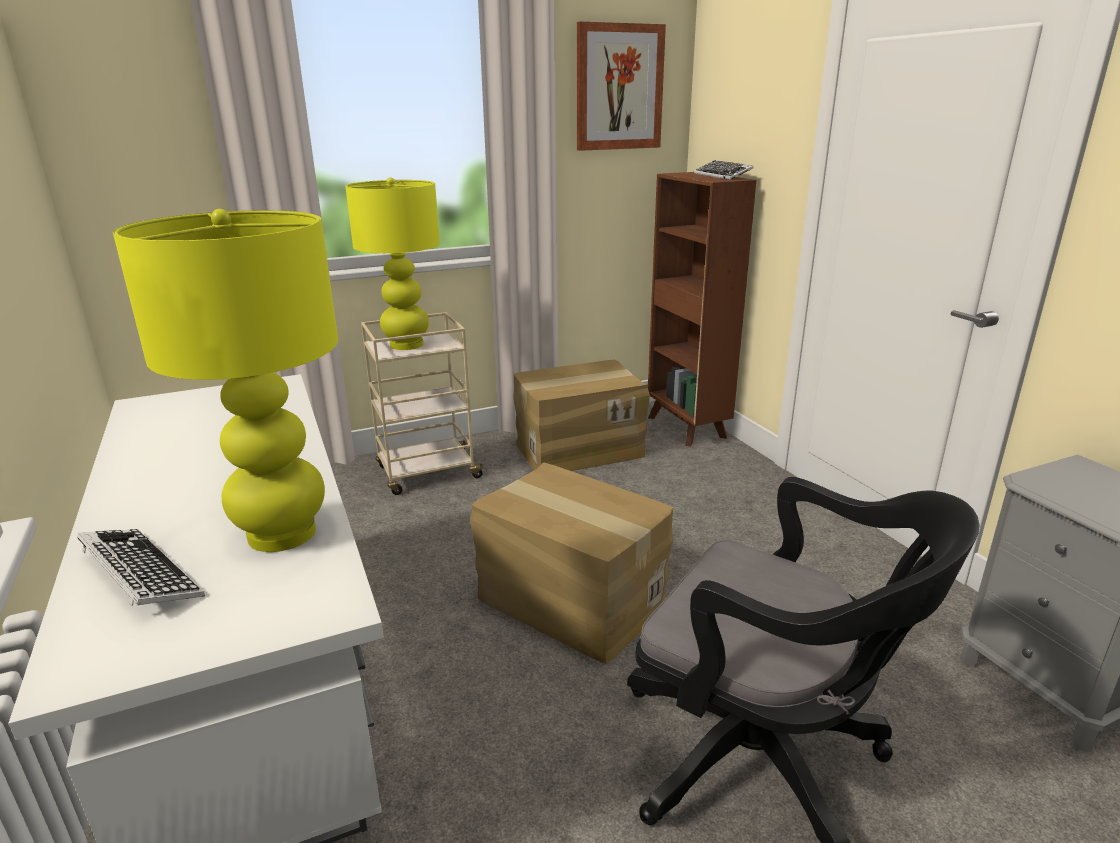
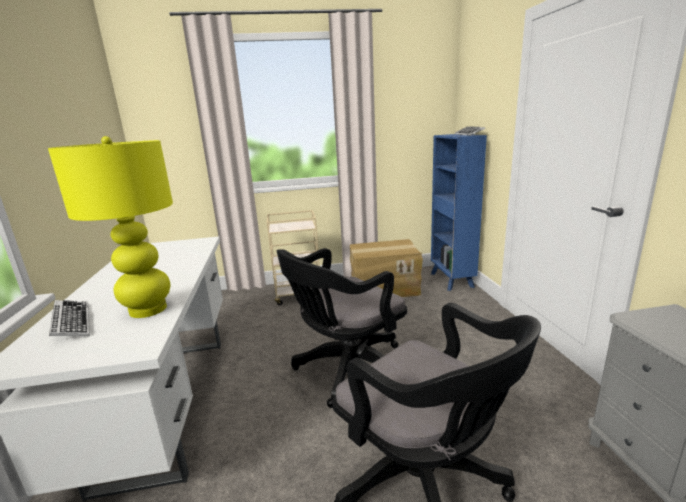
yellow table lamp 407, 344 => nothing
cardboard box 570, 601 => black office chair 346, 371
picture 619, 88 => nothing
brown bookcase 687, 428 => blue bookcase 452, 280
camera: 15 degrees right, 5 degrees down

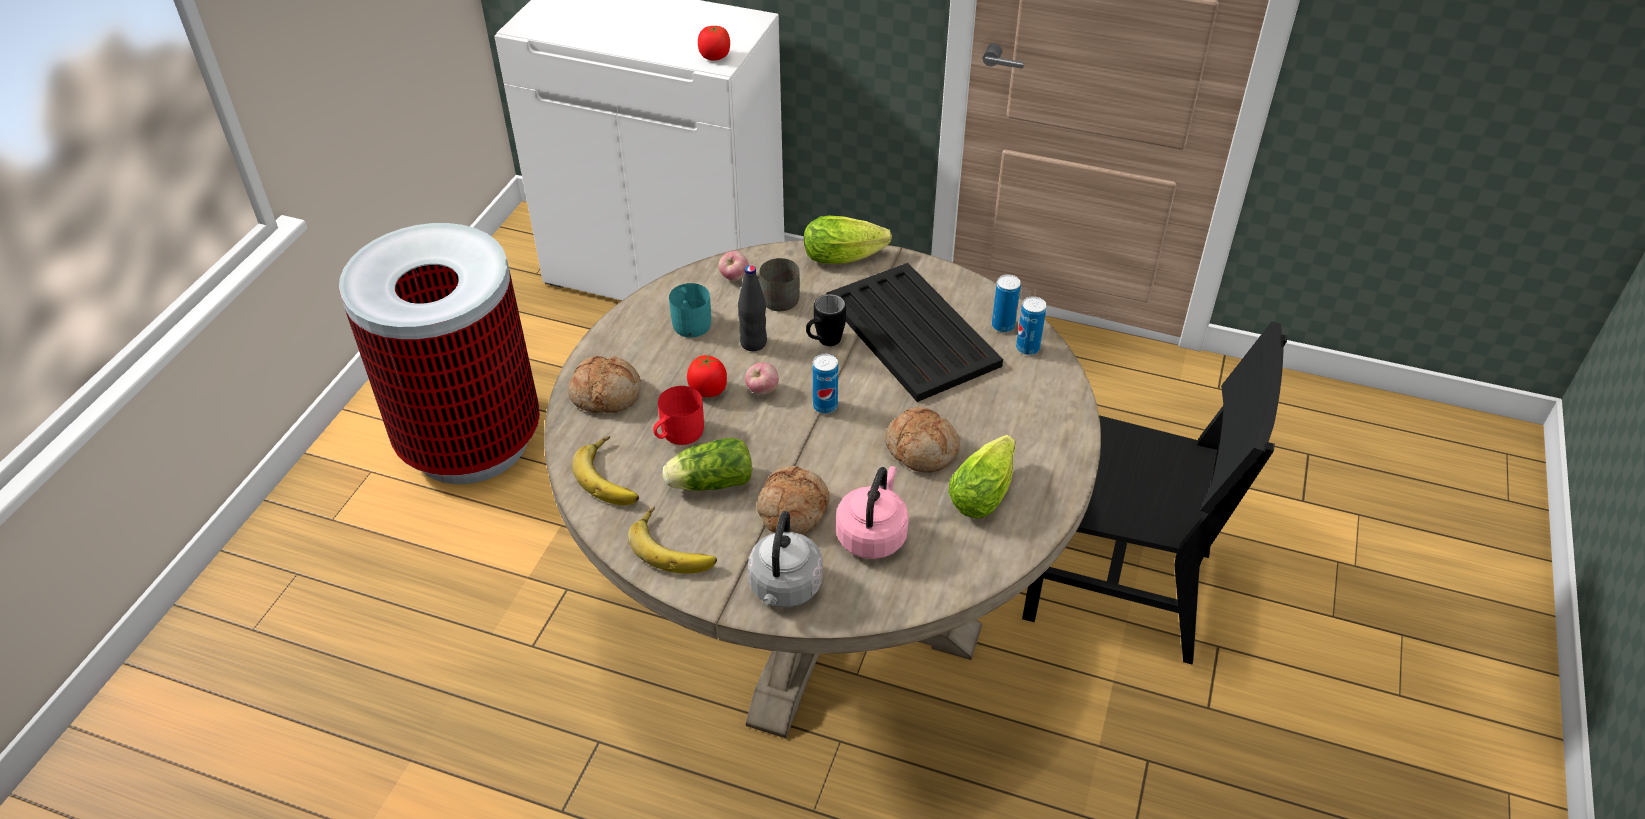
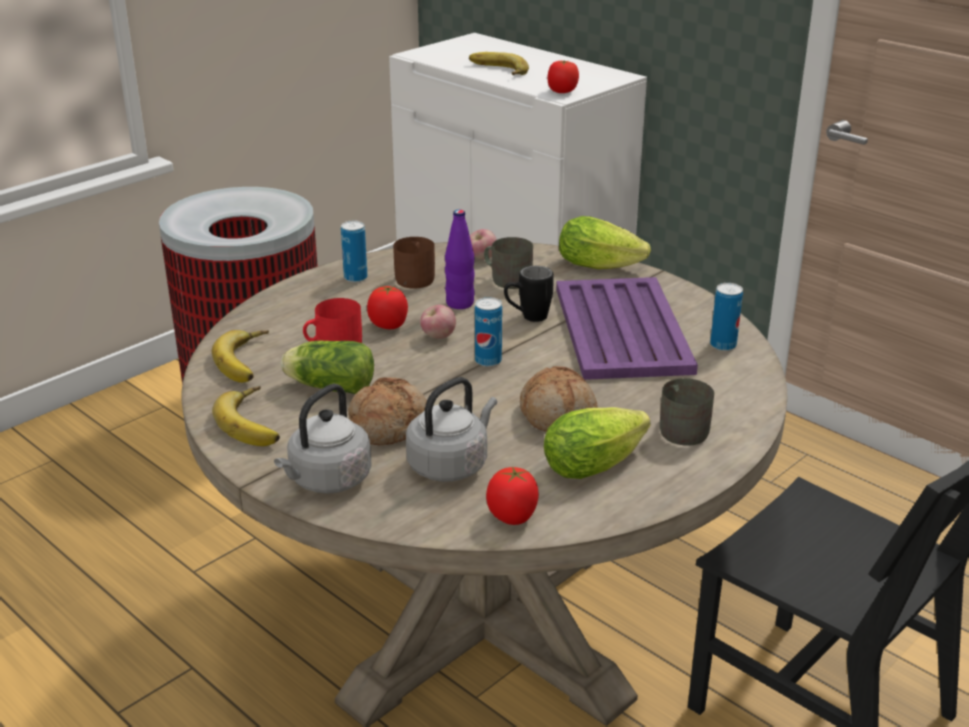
bread 606, 393 => nothing
turquoise mug 691, 321 => brown mug 417, 277
black bottle 753, 343 => purple bottle 460, 303
black tray 911, 331 => purple tray 622, 328
pink kettle 873, 534 => grey kettle 451, 464
can 1027, 348 => can 355, 278, move
nothing => banana 497, 70
nothing => tomato 512, 516
nothing => grey mug 682, 428
camera: 25 degrees right, 15 degrees down

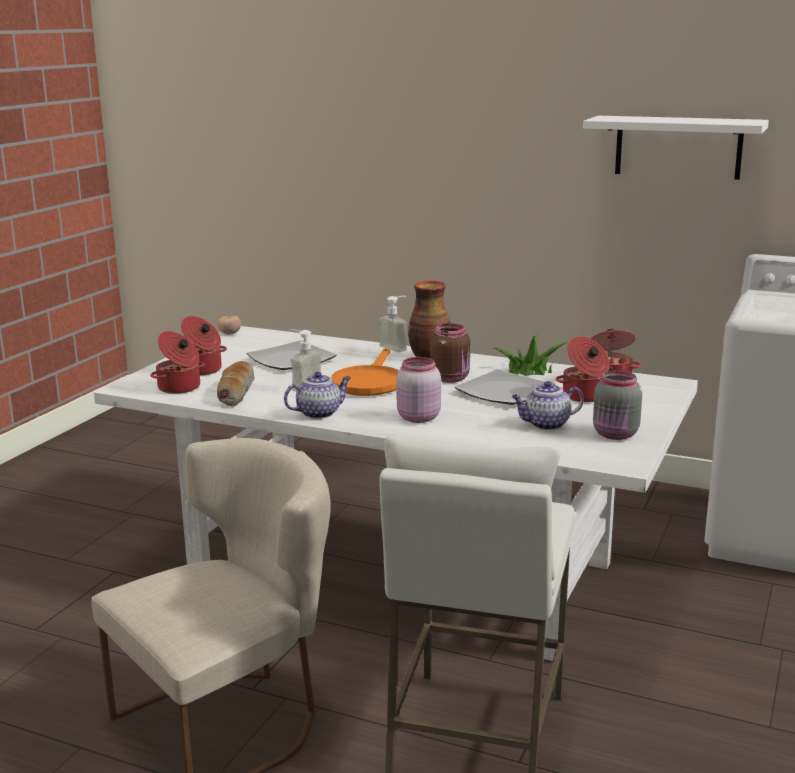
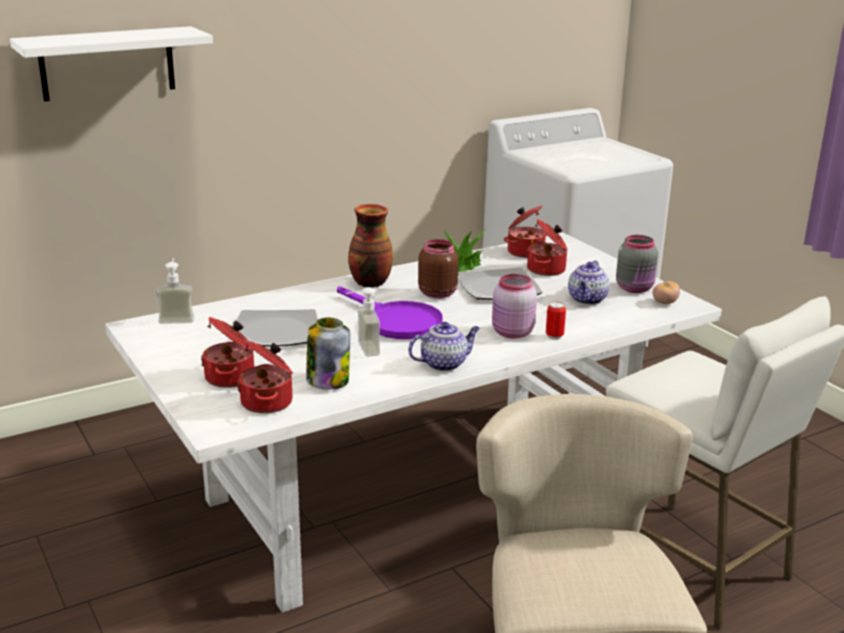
tomato 229, 334 => tomato 664, 303, move
bread 235, 392 => jar 327, 380
teapot 319, 413 => teapot 444, 363, 60 degrees clockwise
orange frying pan 369, 382 => purple frying pan 395, 322
soap dispenser 397, 347 => soap dispenser 177, 318, move
white shelf 678, 147 => white shelf 107, 63, move
nothing => can 554, 336
camera: 55 degrees left, 5 degrees up

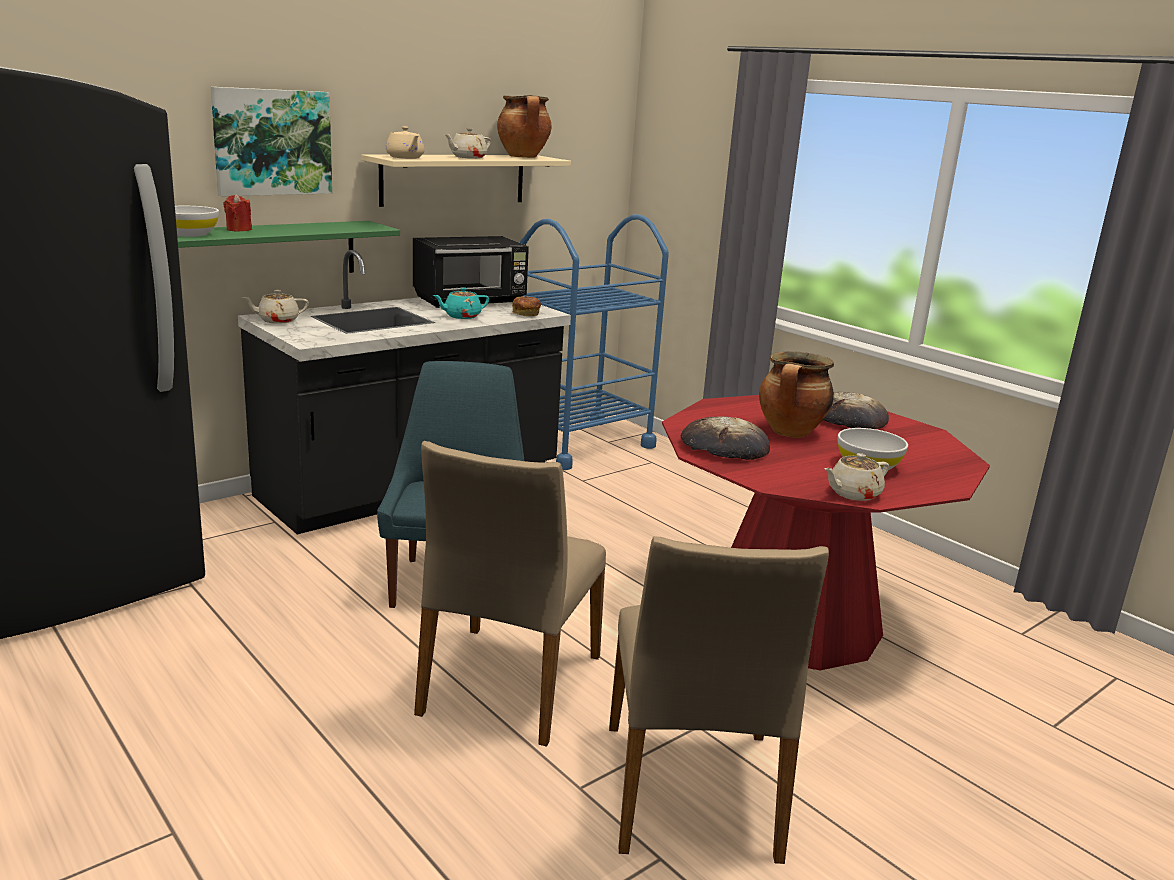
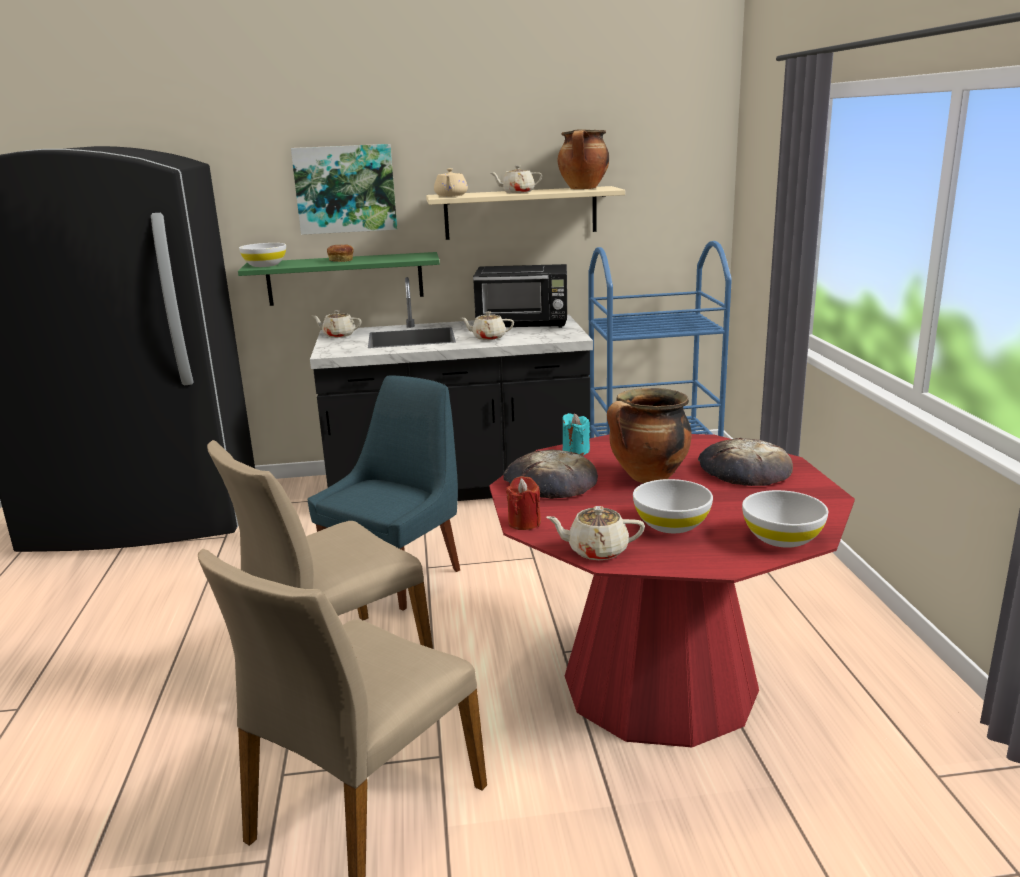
red candle 239, 229 => red candle 524, 523, move
turquoise teapot 461, 316 => beige teapot 488, 337
bread 526, 314 => bread 340, 260, move
nothing => turquoise candle 576, 451
nothing => white bowl 781, 538
camera: 35 degrees right, 0 degrees up

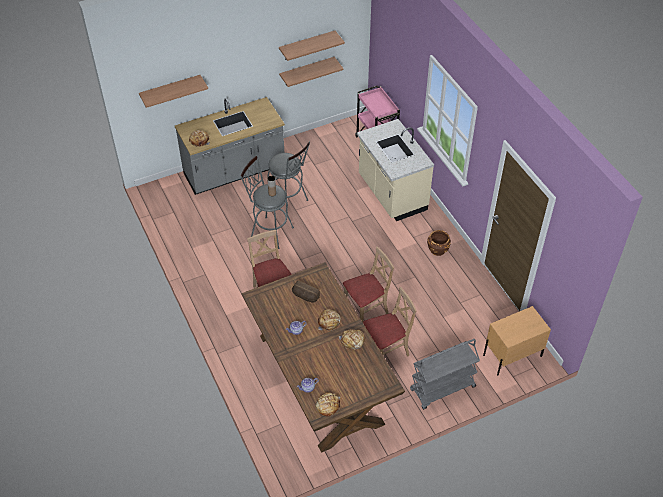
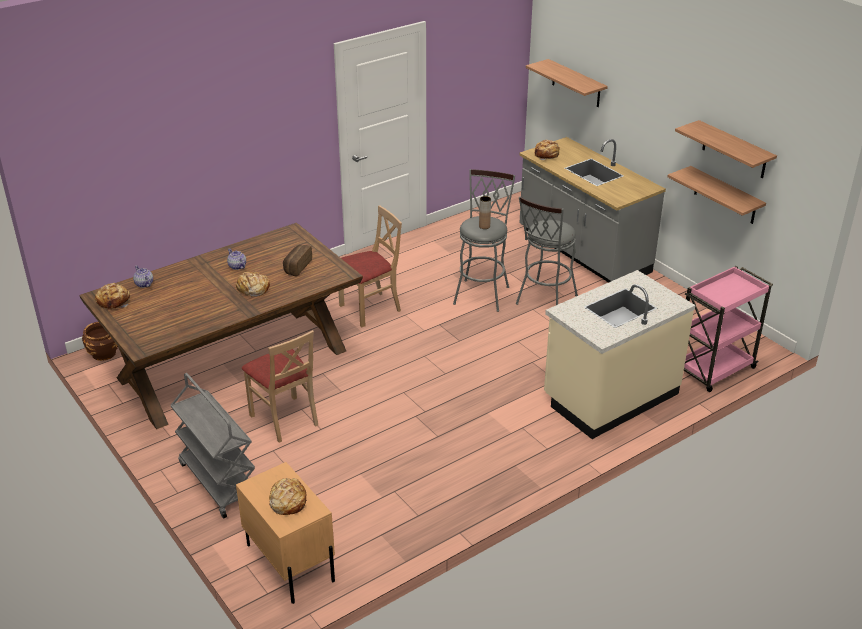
bread 352, 341 => bread 287, 501, move
beige chair 366, 311 => nothing
brown planter 438, 250 => brown planter 104, 353, move
camera: 80 degrees right, 15 degrees down

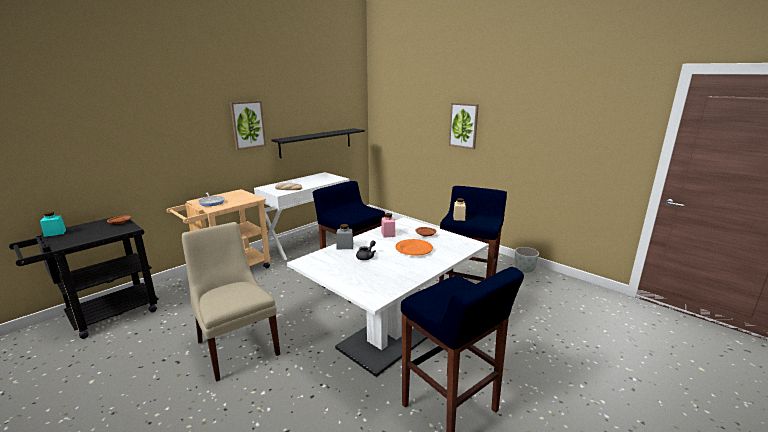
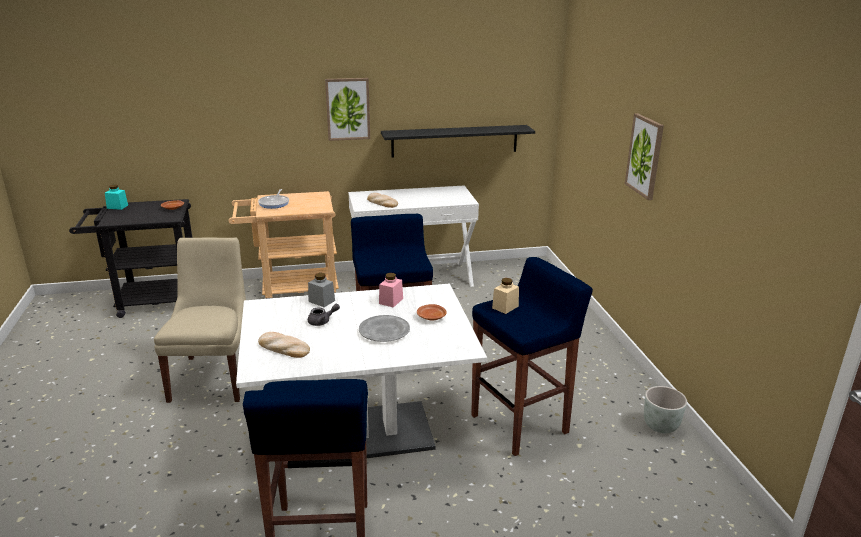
orange plate 414, 249 => grey plate 384, 331
nothing => bread 283, 348
camera: 35 degrees right, 5 degrees up

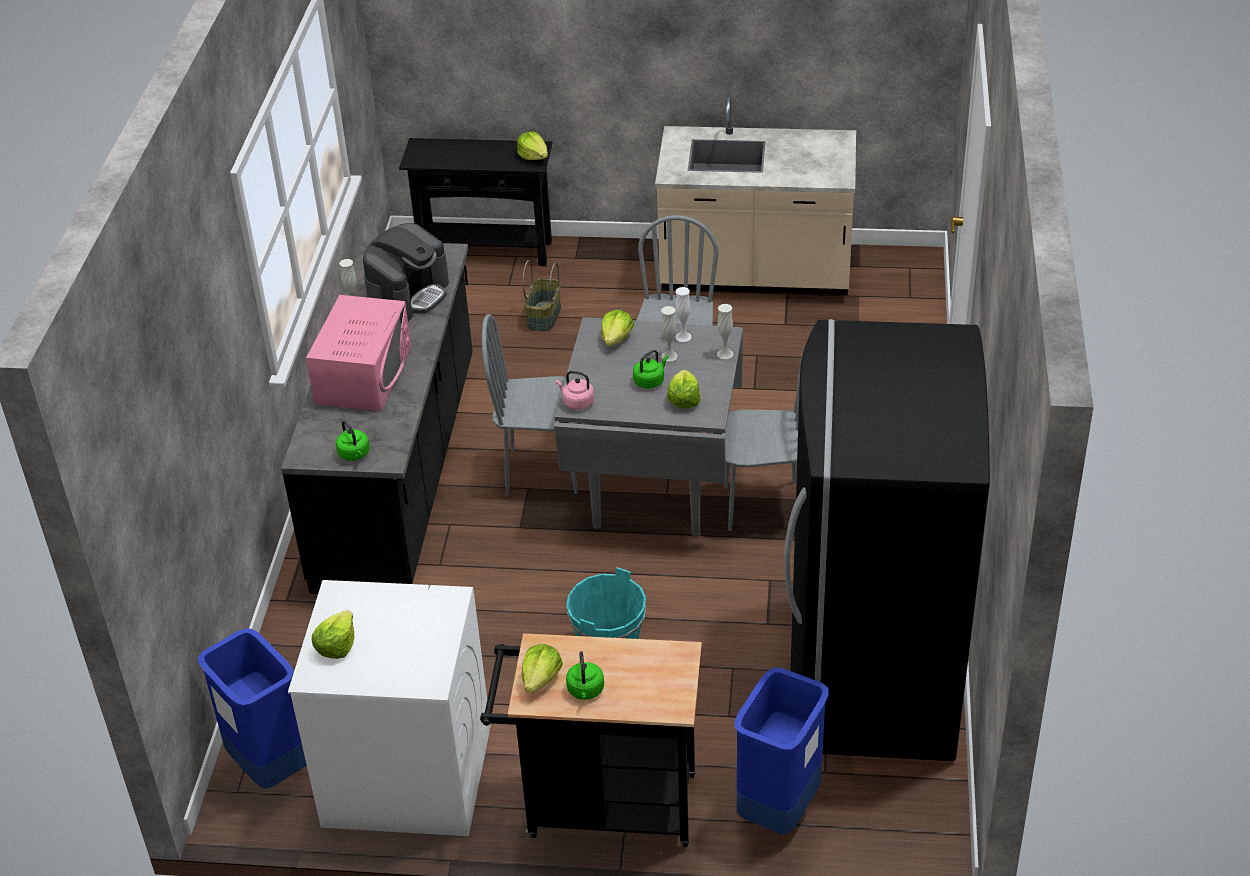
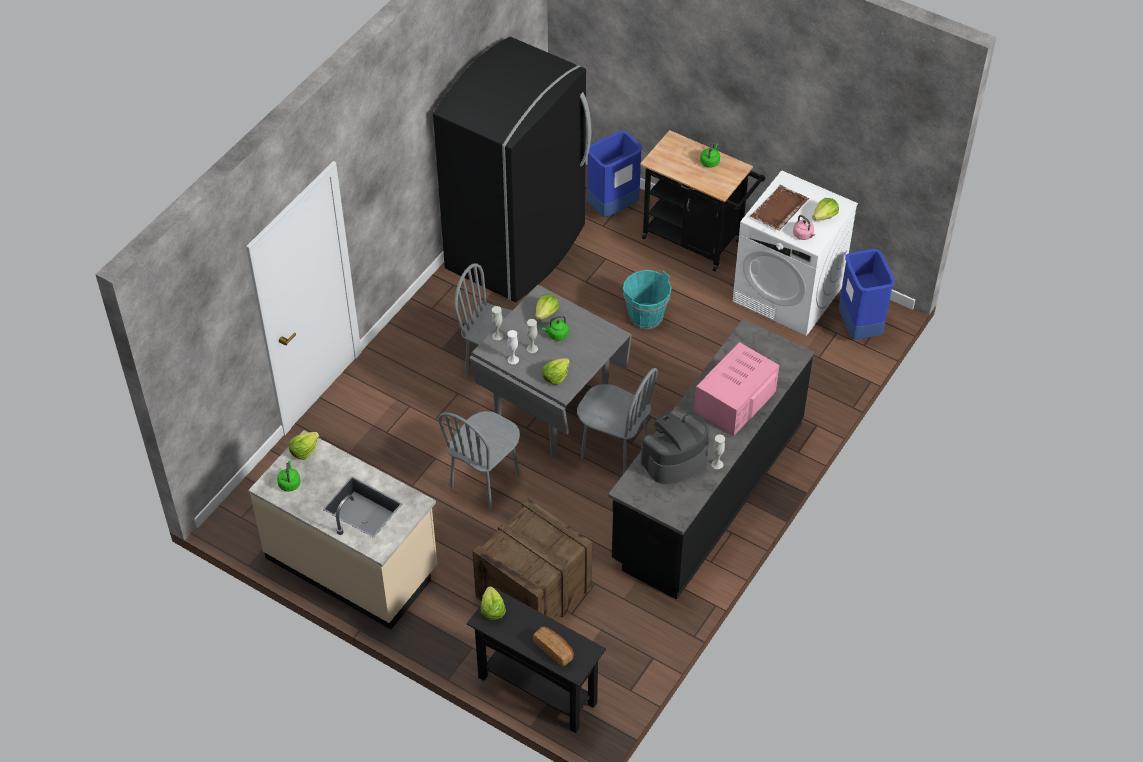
green kettle 354, 455 => green kettle 289, 483, move
lettuce 541, 679 => lettuce 304, 450, move
basket 543, 316 => crate 534, 593
pink kettle 576, 402 => pink kettle 803, 235, move
nothing => bread 554, 649
nothing => brown tray 779, 209
camera: 155 degrees left, 10 degrees up

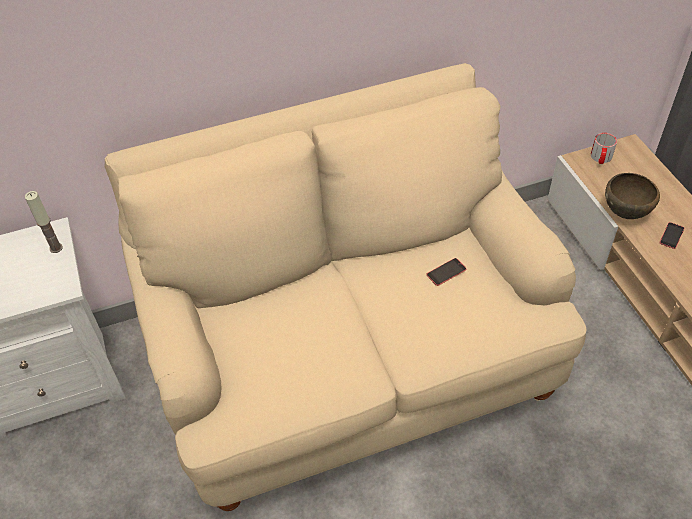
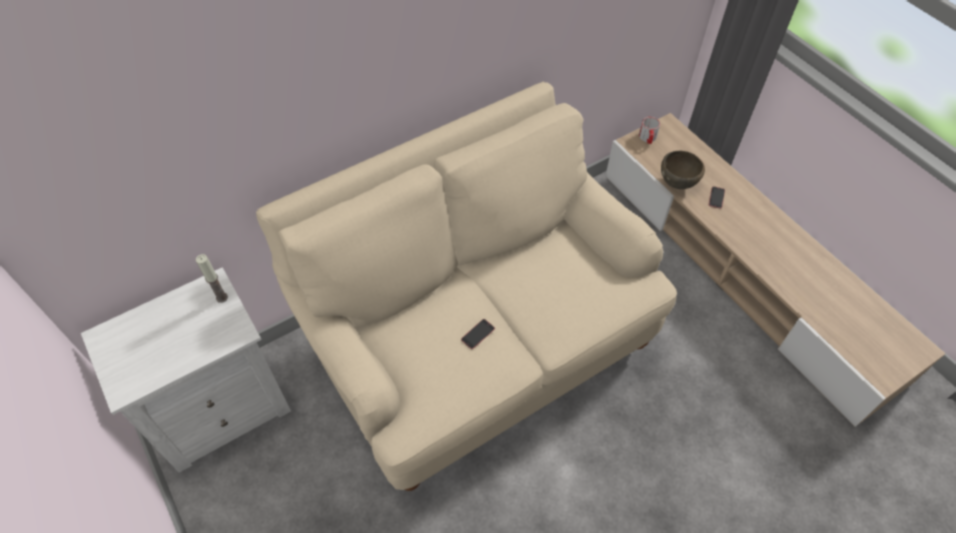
phone 446, 272 => phone 478, 334, move
camera: 15 degrees left, 5 degrees up

